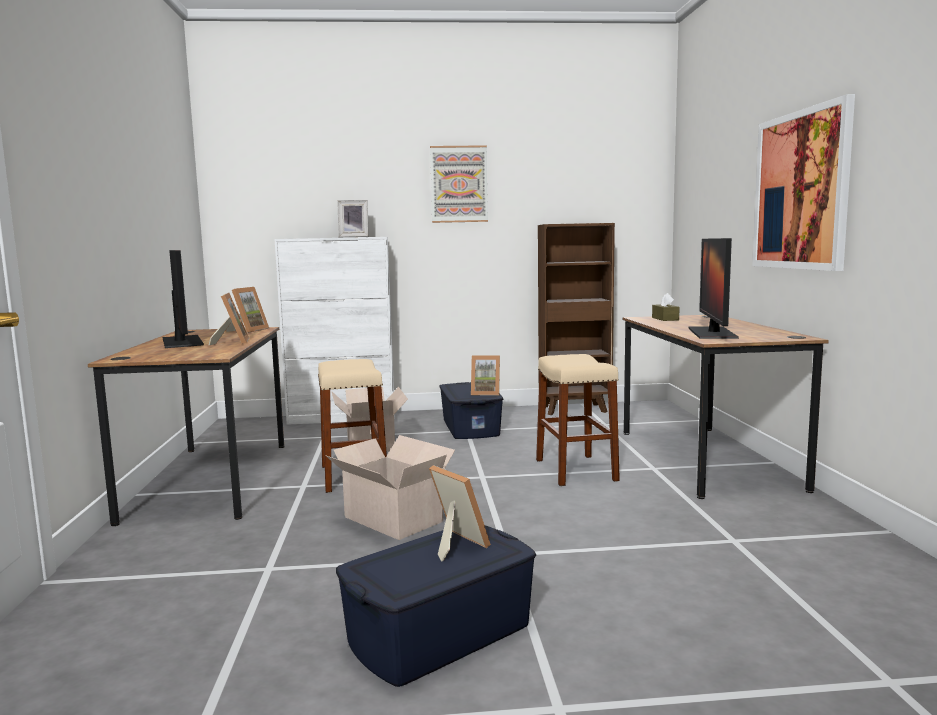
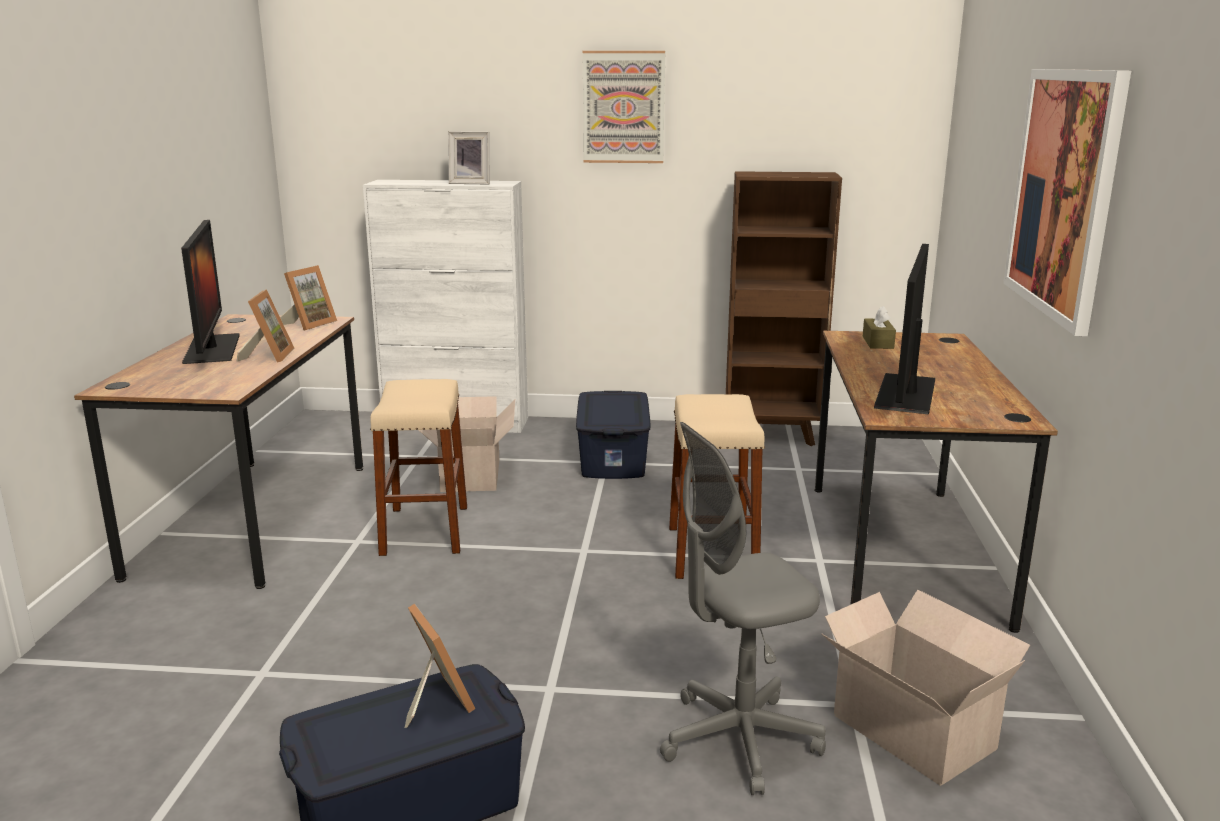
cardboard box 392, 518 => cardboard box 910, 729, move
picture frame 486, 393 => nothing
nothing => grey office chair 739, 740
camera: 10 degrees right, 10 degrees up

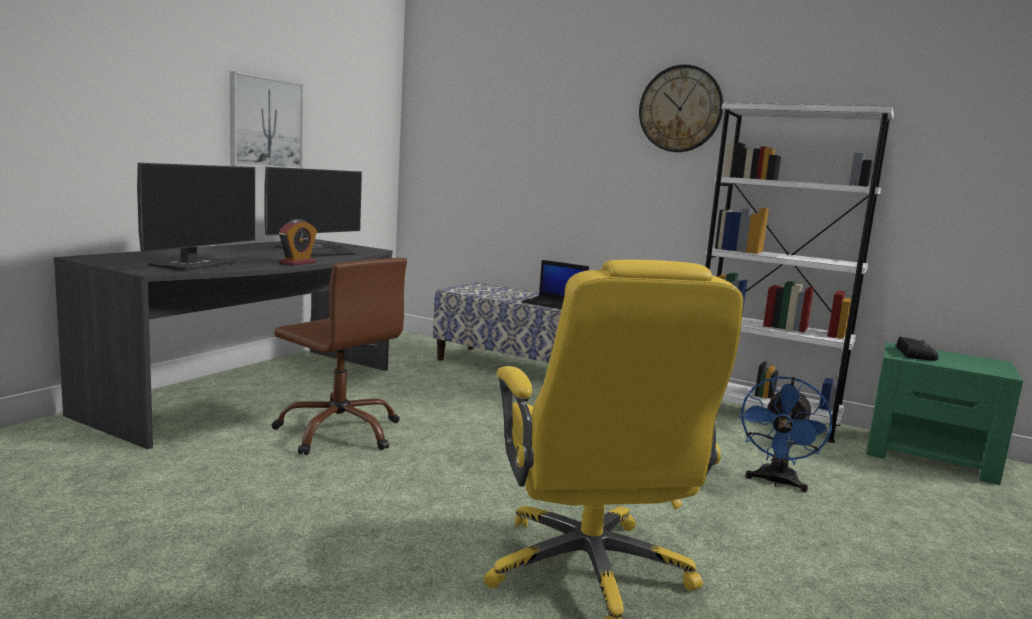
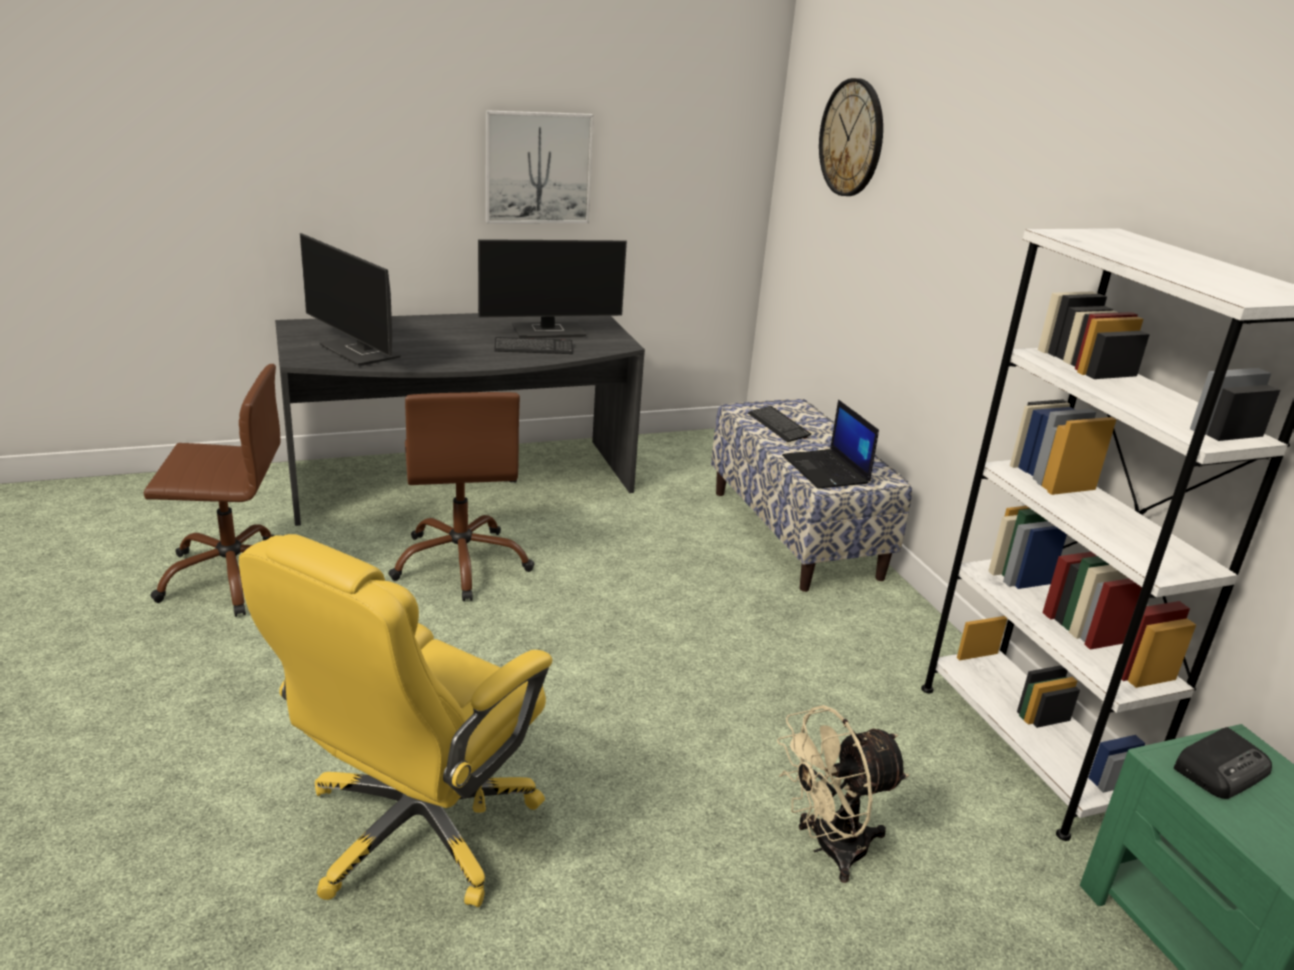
monitor 194, 264 => monitor 361, 352, 75 degrees clockwise
alarm clock 297, 263 => nothing
wall clock 680, 109 => wall clock 852, 138, move
blue fan 776, 482 => beige fan 828, 848
nothing => brown office chair 233, 576
nothing => keyboard 778, 425
camera: 40 degrees right, 15 degrees up

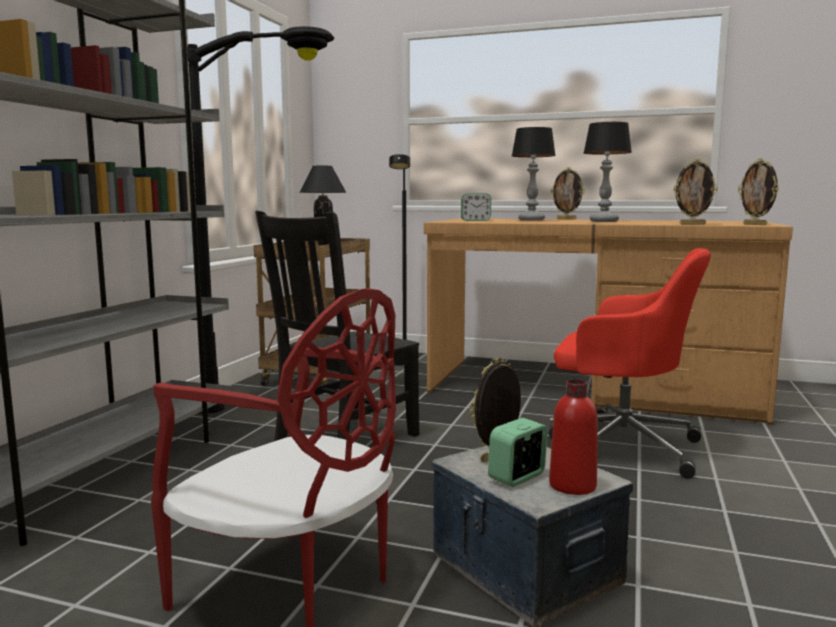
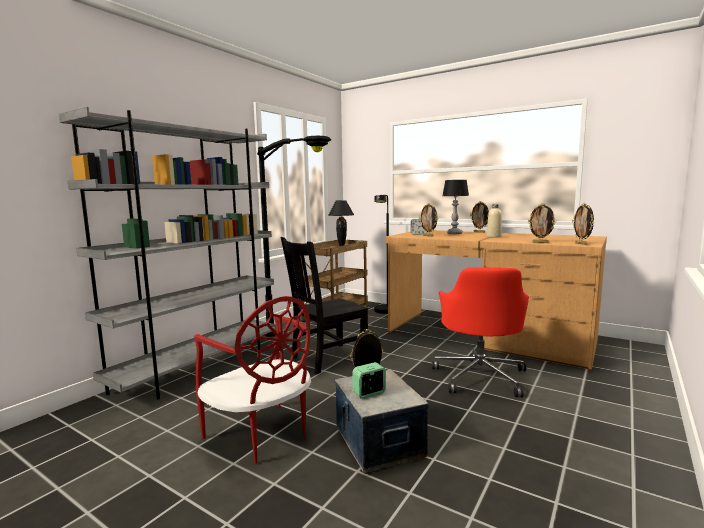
red office chair 620, 446 => red office chair 480, 376, 60 degrees clockwise
red bottle 572, 486 => nothing
table lamp 603, 221 => beige bottle 494, 236
nothing => picture frame 428, 236
camera: 15 degrees right, 0 degrees up

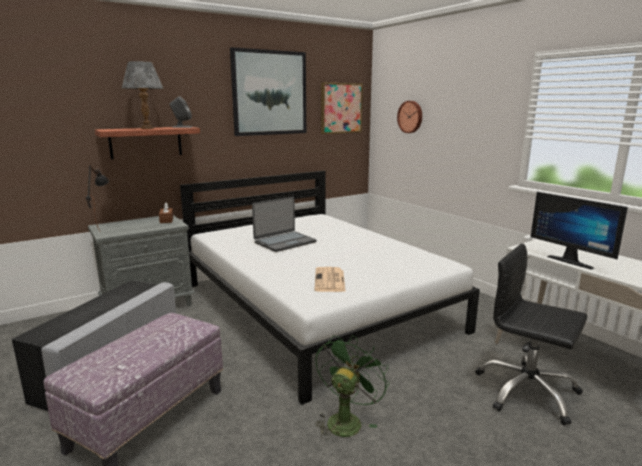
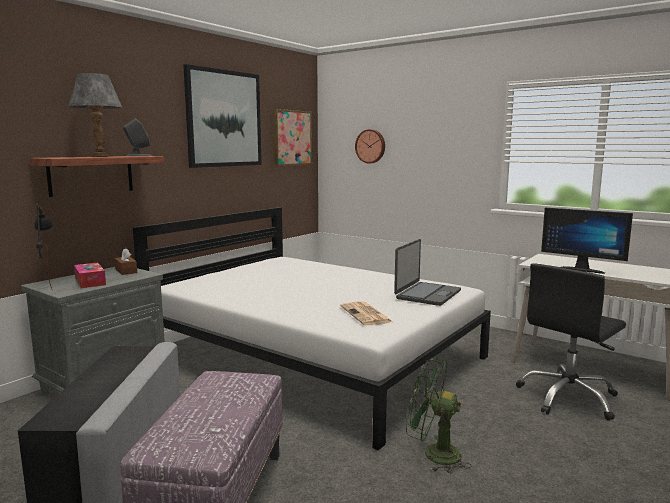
laptop 284, 242 => laptop 427, 294, move
green fan 346, 419 => green fan 433, 454, 75 degrees counterclockwise
black office chair 526, 391 => black office chair 568, 397, 60 degrees counterclockwise
nothing => tissue box 90, 281
camera: 20 degrees left, 5 degrees down

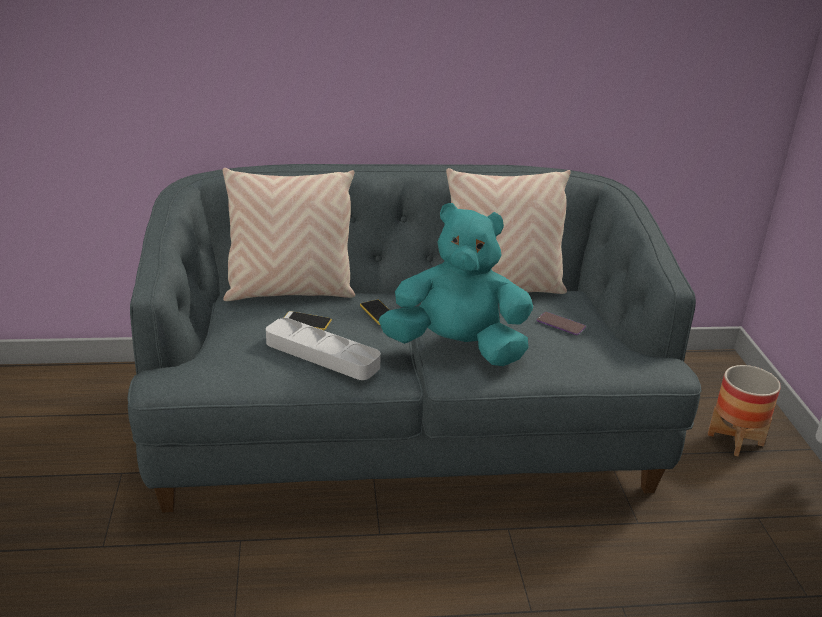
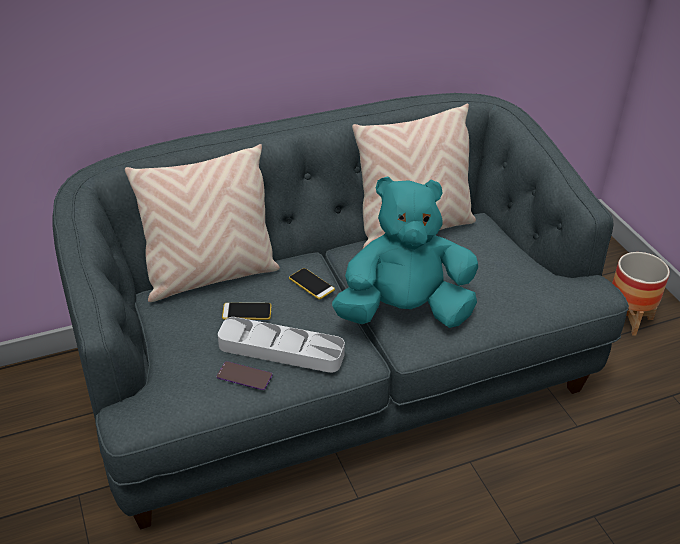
phone 560, 324 => phone 244, 376, move
camera: 15 degrees left, 10 degrees up

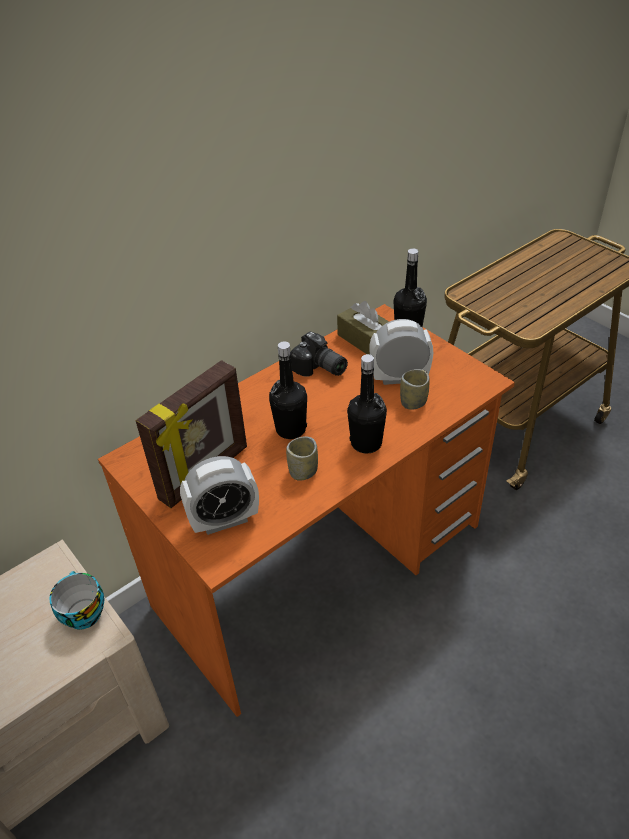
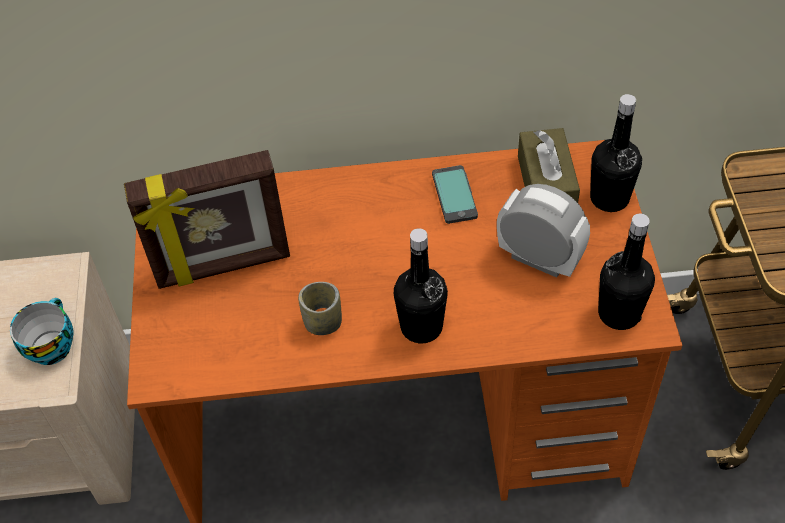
alarm clock 224, 520 => nothing
black bottle 290, 429 => black bottle 619, 313, move
photo camera 319, 369 => phone 455, 195
cup 413, 402 => nothing
camera: 35 degrees right, 10 degrees up

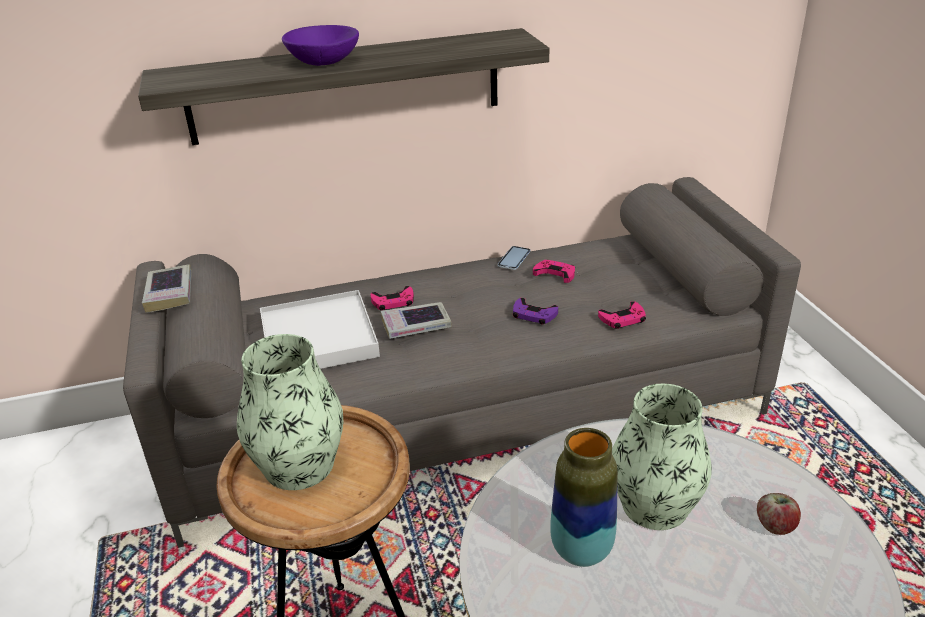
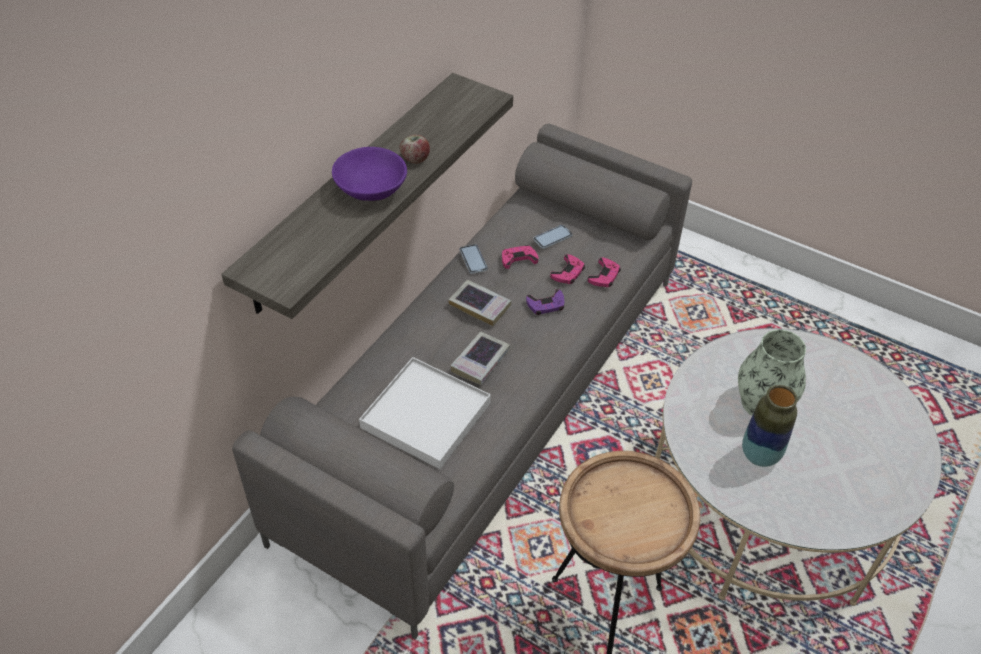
book 169, 293 => book 480, 306, move
vase 299, 465 => nothing
pink game controller 393, 302 => pink game controller 568, 272, move
apple 775, 526 => apple 415, 159, move
nothing => phone 552, 237
camera: 45 degrees left, 15 degrees up

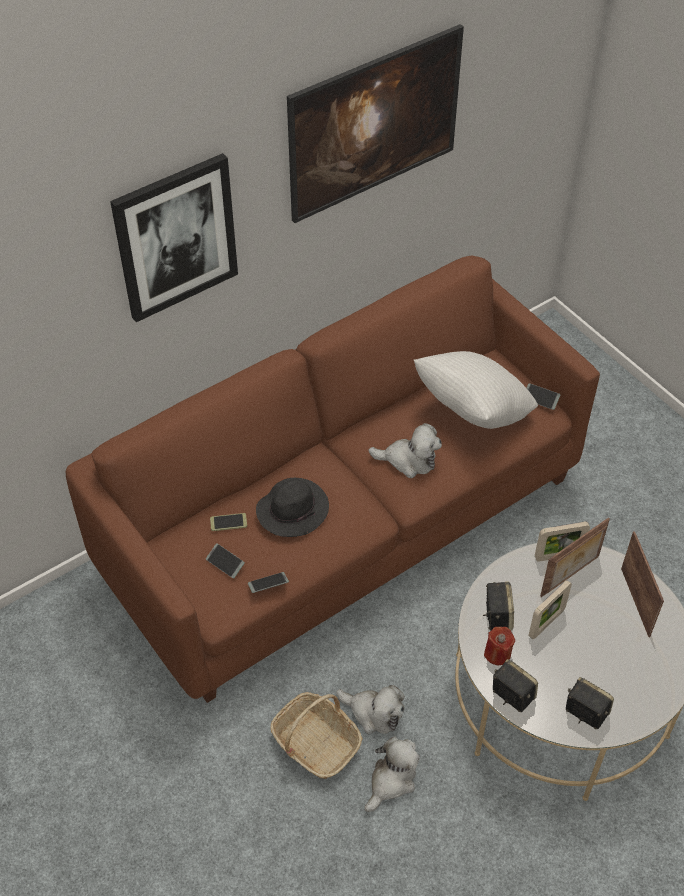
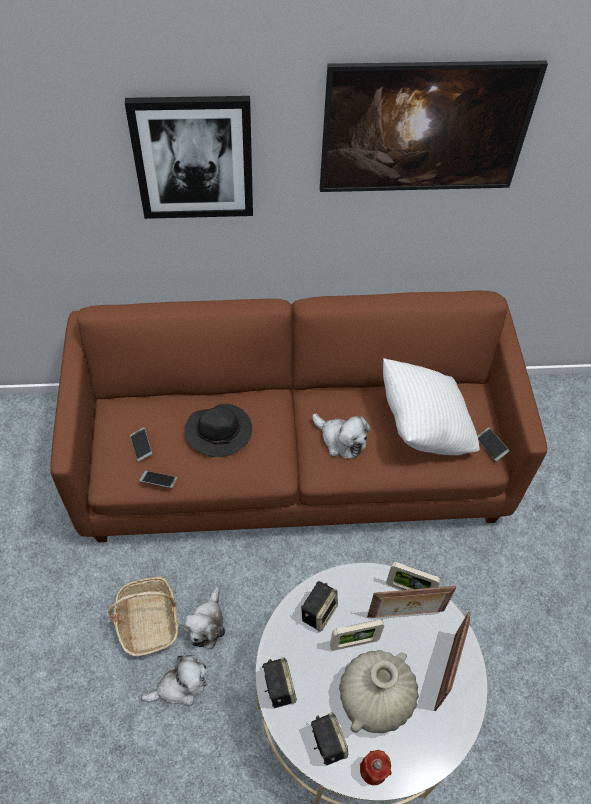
phone 228, 522 => nothing
plush toy 373, 713 => plush toy 206, 624, 45 degrees clockwise
red candle 497, 654 => red candle 373, 770, move
nothing => beige vase 375, 697
camera: 30 degrees right, 5 degrees up

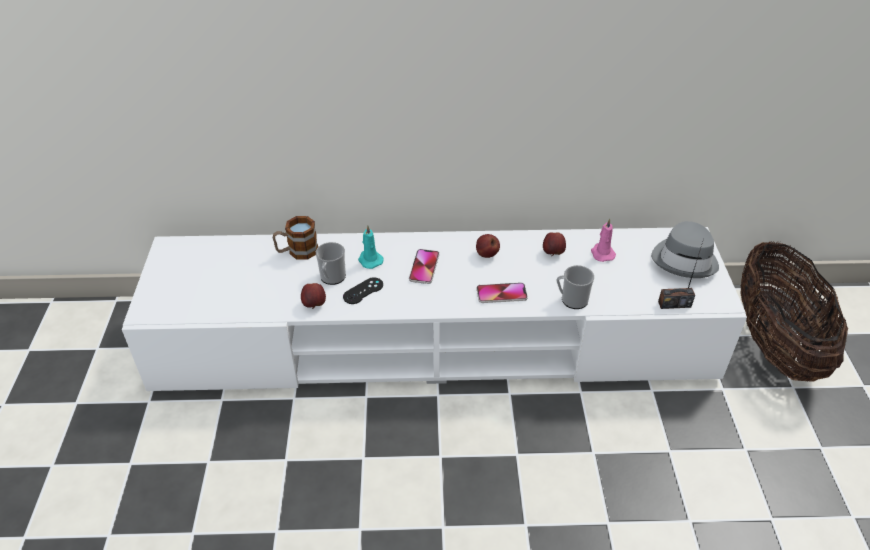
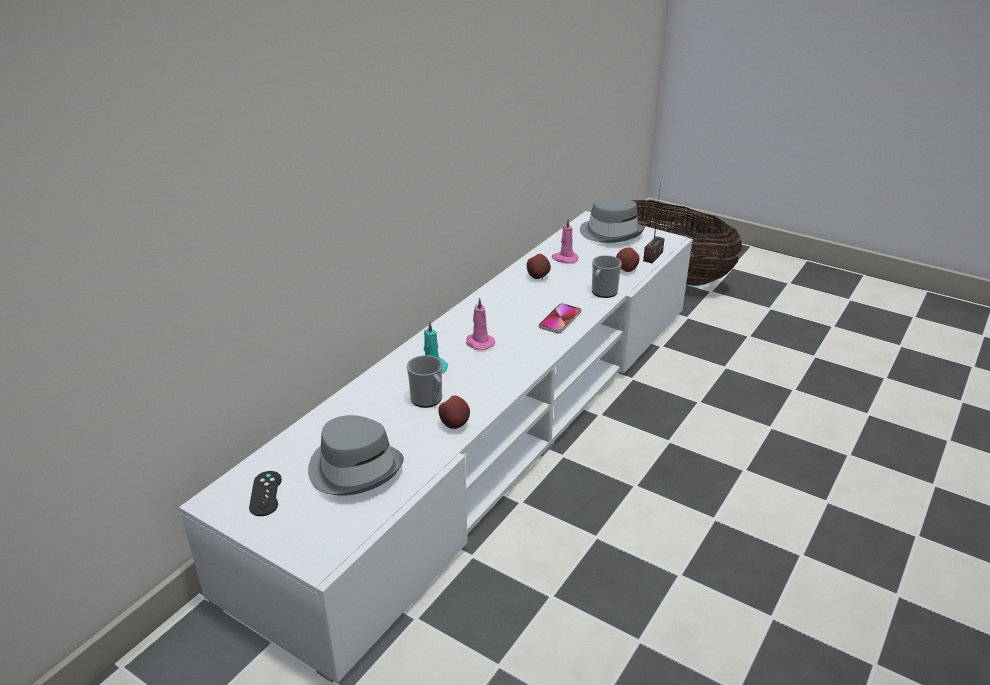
mug 297, 251 => nothing
black game controller 363, 291 => black game controller 265, 493, move
phone 424, 267 => pink candle 479, 343
apple 486, 254 => apple 626, 270, move
nothing => grey hat 355, 468
camera: 55 degrees left, 10 degrees down

